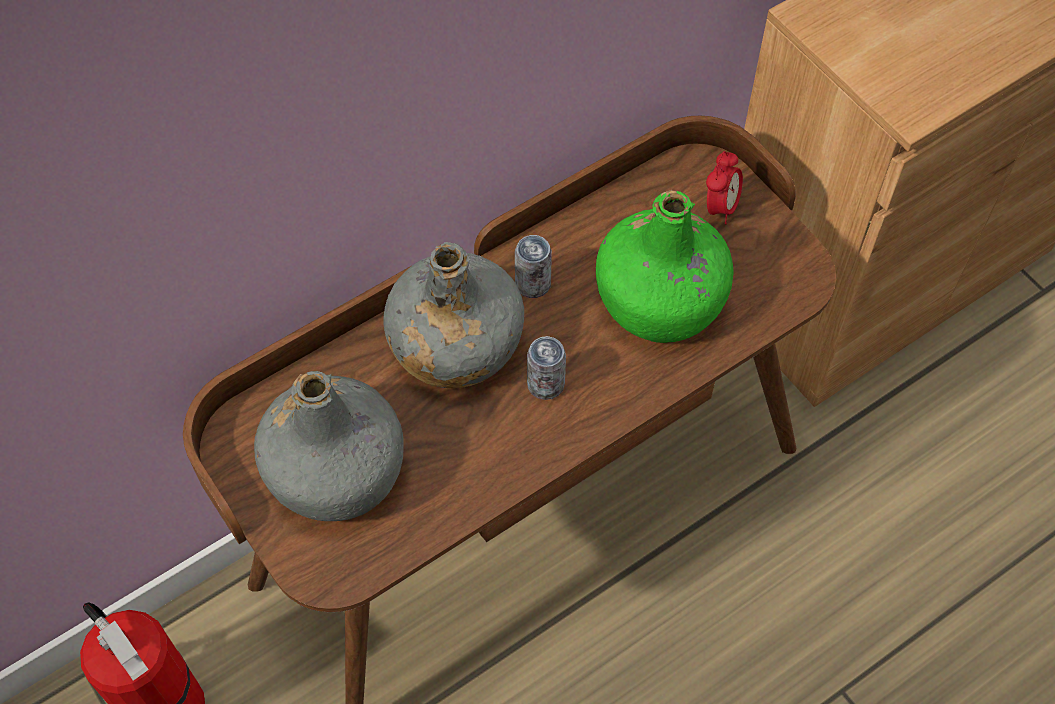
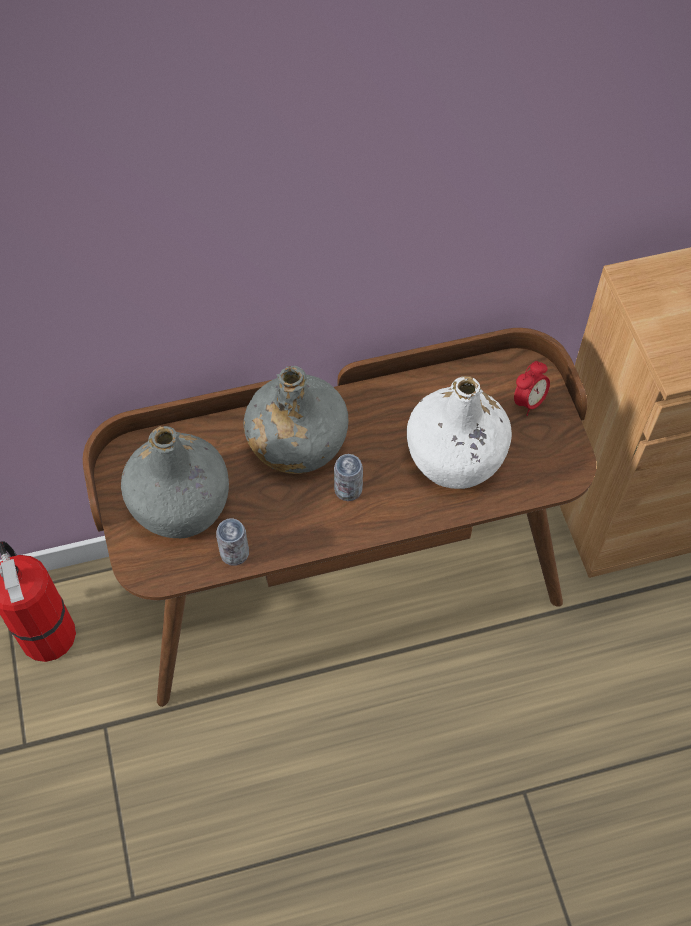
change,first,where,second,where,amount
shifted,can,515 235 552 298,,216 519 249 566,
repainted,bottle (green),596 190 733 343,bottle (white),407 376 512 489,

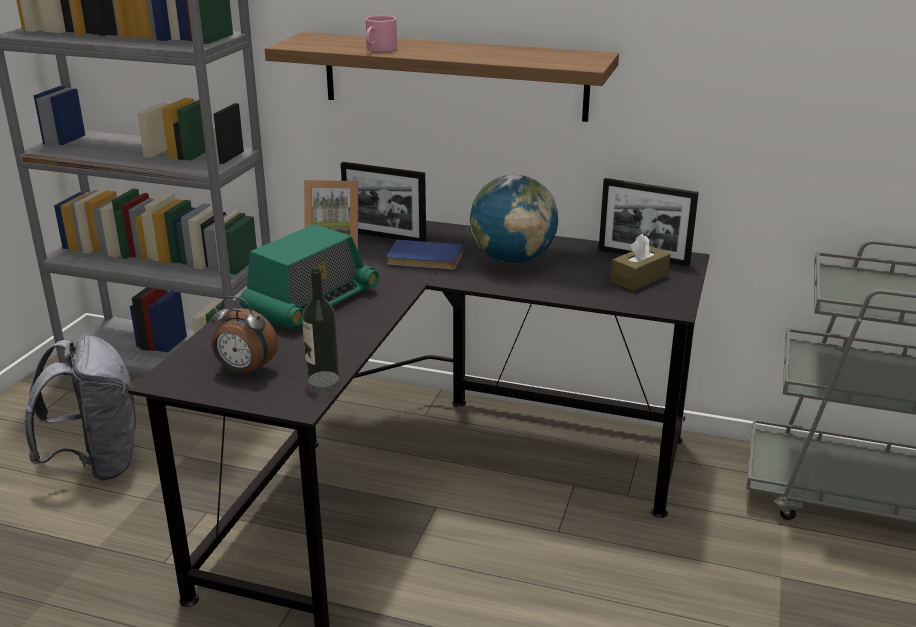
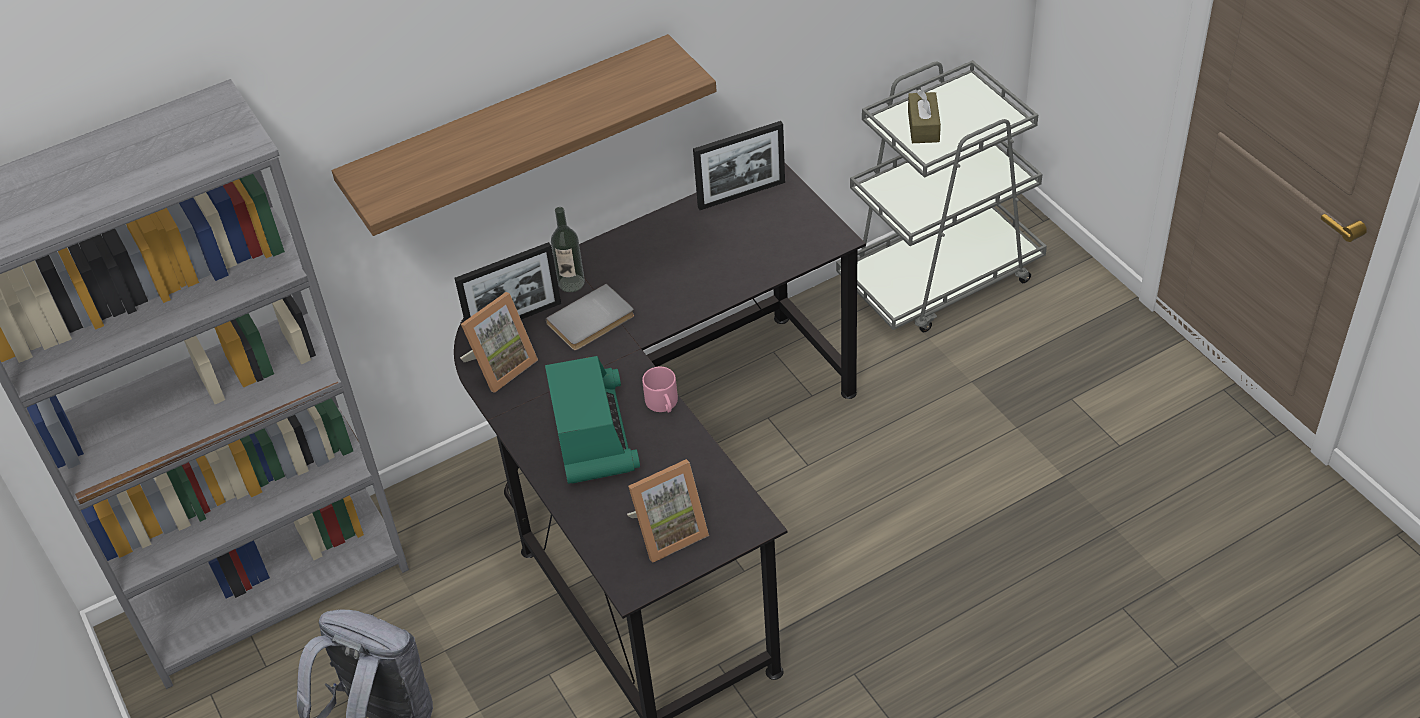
change,first,where,second,where,amount
gone,globe,470 175 558 264,,,
shifted,bottle,302 268 340 388,,551 207 585 292,
shifted,mug (pink),366 16 397 52,,642 367 678 413,
shifted,tissue box (brown),610 233 671 291,,908 90 941 143,
swapped,alarm clock,211 296 278 375,picture frame,627 459 709 563,
repainted,book (blue),386 240 464 270,book (grey),546 284 634 350,

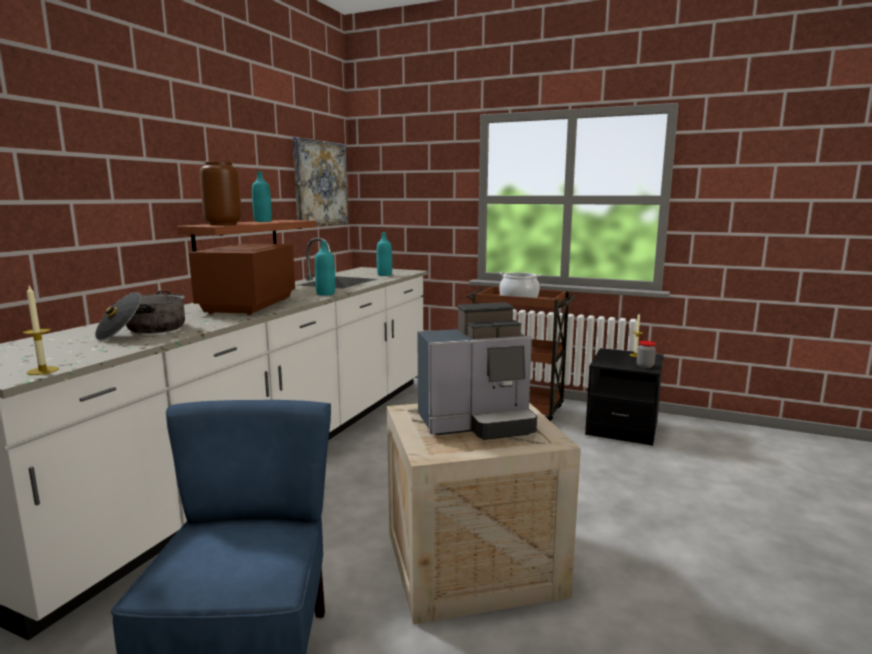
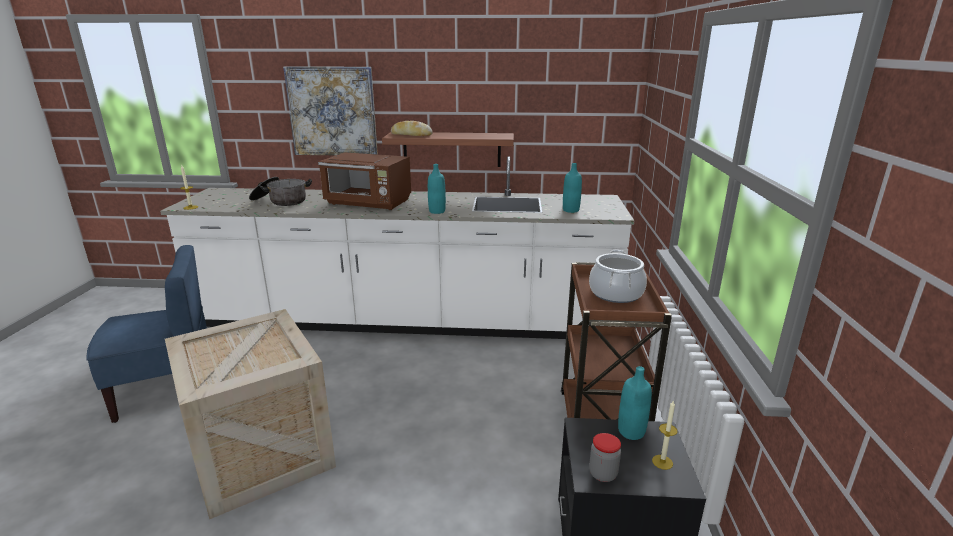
change,first,where,second,where,amount
gone,coffee machine,417 302 537 440,,,
shifted,bottle (turquoise),252 172 272 222,,618 366 652 440,
shifted,picture,293 137 349 227,,283 66 378 155,
swapped,vase (brown),200 161 242 225,bread,391 121 433 136,
rotated,microwave (brown),189 244 295 315,,318 152 411 210,150 degrees counterclockwise

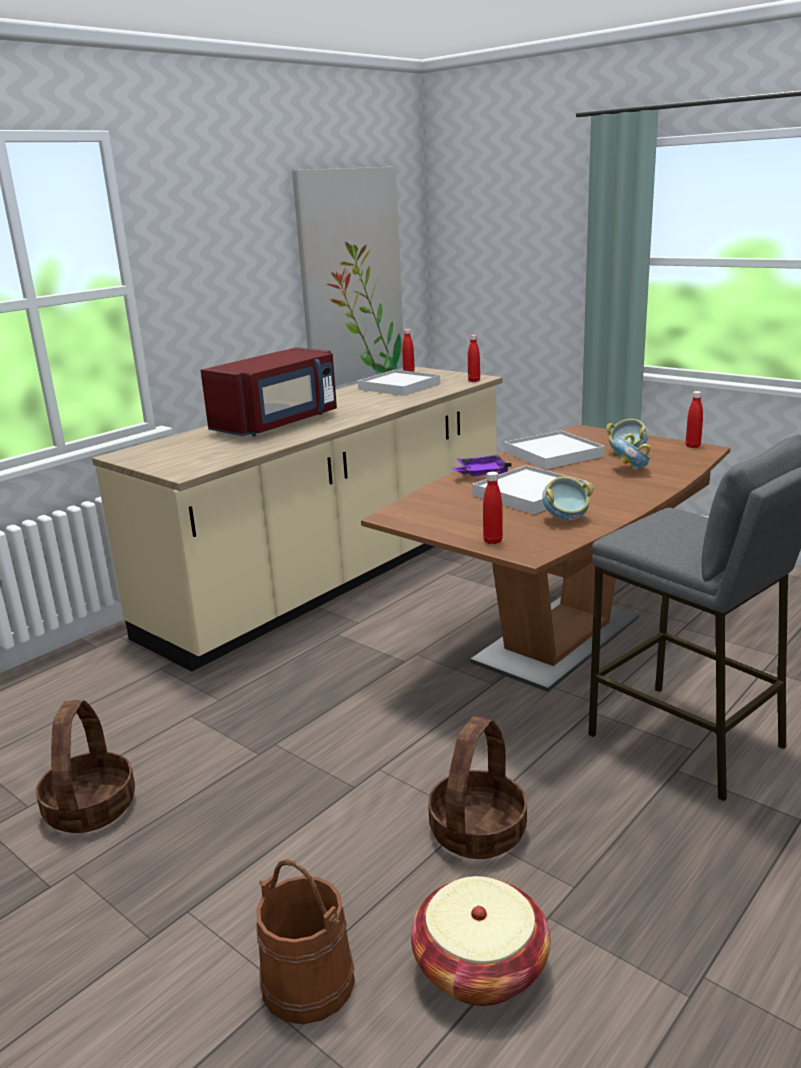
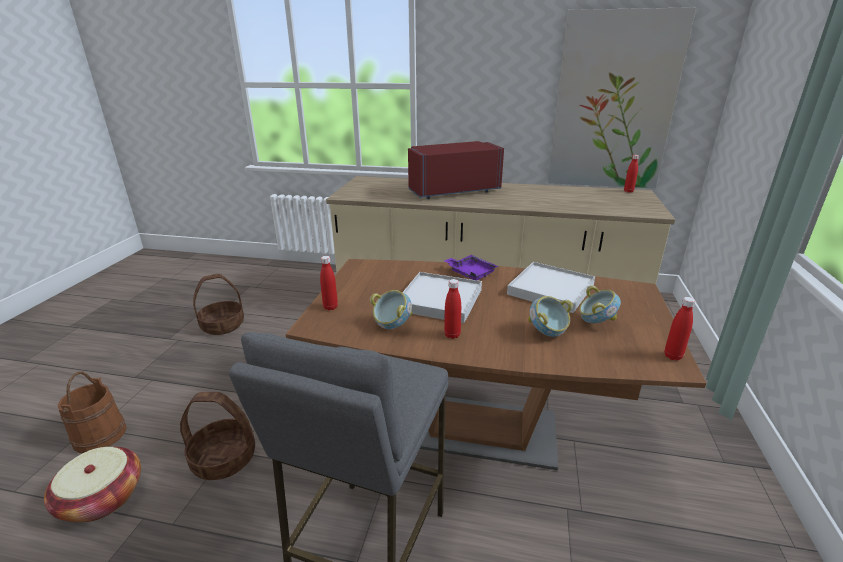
change,first,where,second,where,amount
gone,tray (white),358 370 440 396,,,
shifted,bottle (red),468 335 480 382,,444 279 461 339,
rotated,microwave (red),200 347 337 436,,408 141 504 199,150 degrees clockwise

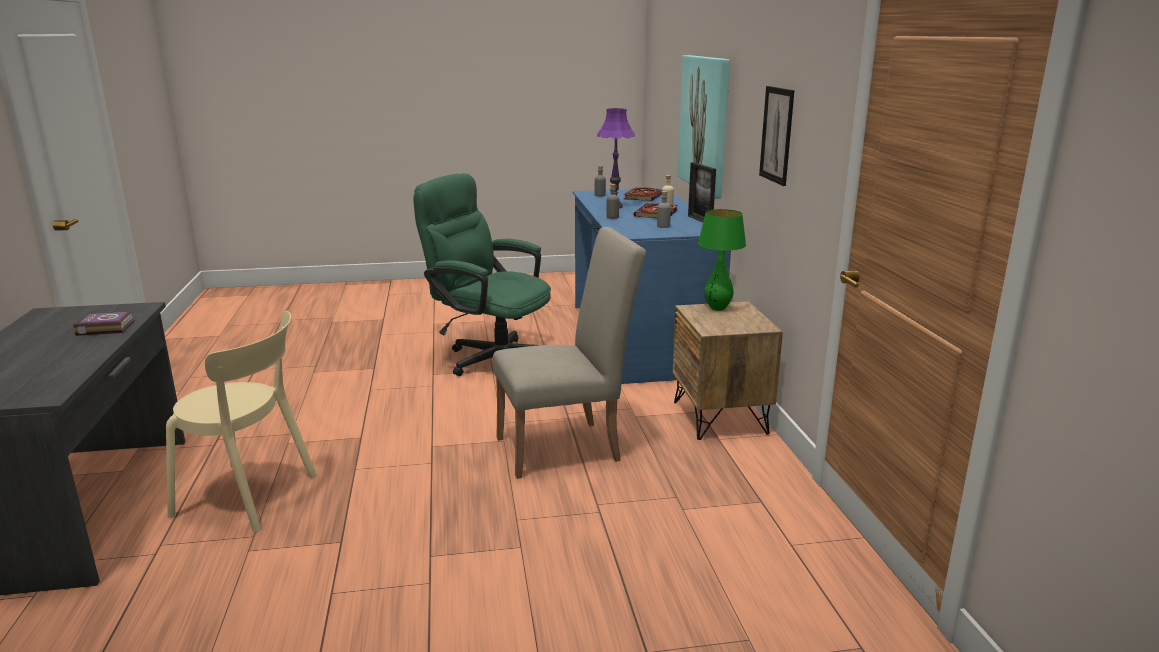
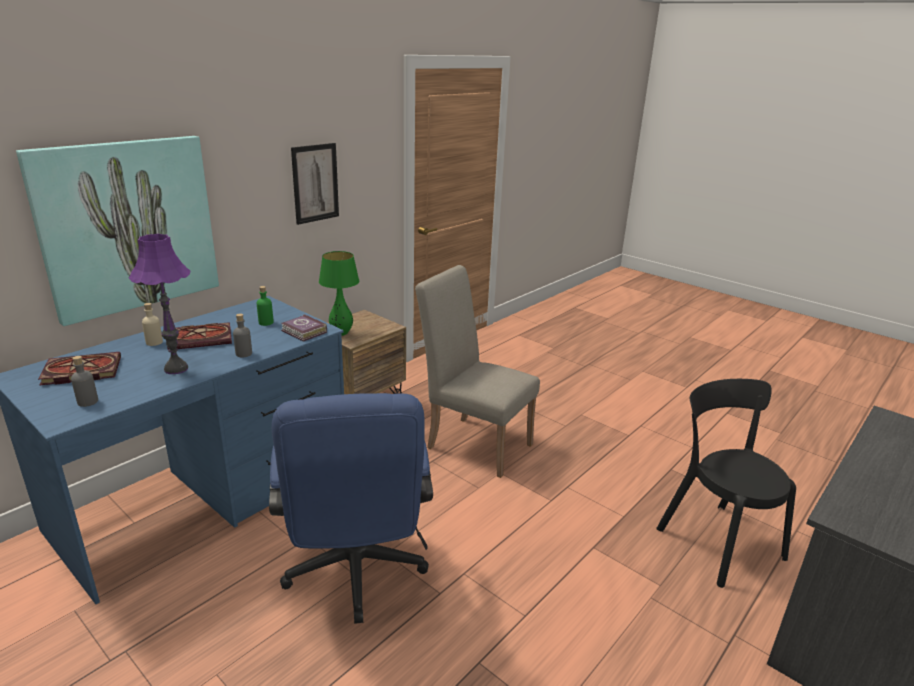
change,first,where,second,where,amount
gone,picture frame,688 162 716 223,,,
shifted,book,73 312 135 336,,281 314 327 342,
repainted,chair (beige),166 311 317 532,chair (black),656 379 796 588,
repainted,office chair (green),413 173 551 376,office chair (blue),269 393 433 624,
repainted,bottle (grey),657 191 671 228,bottle (green),257 286 274 326,

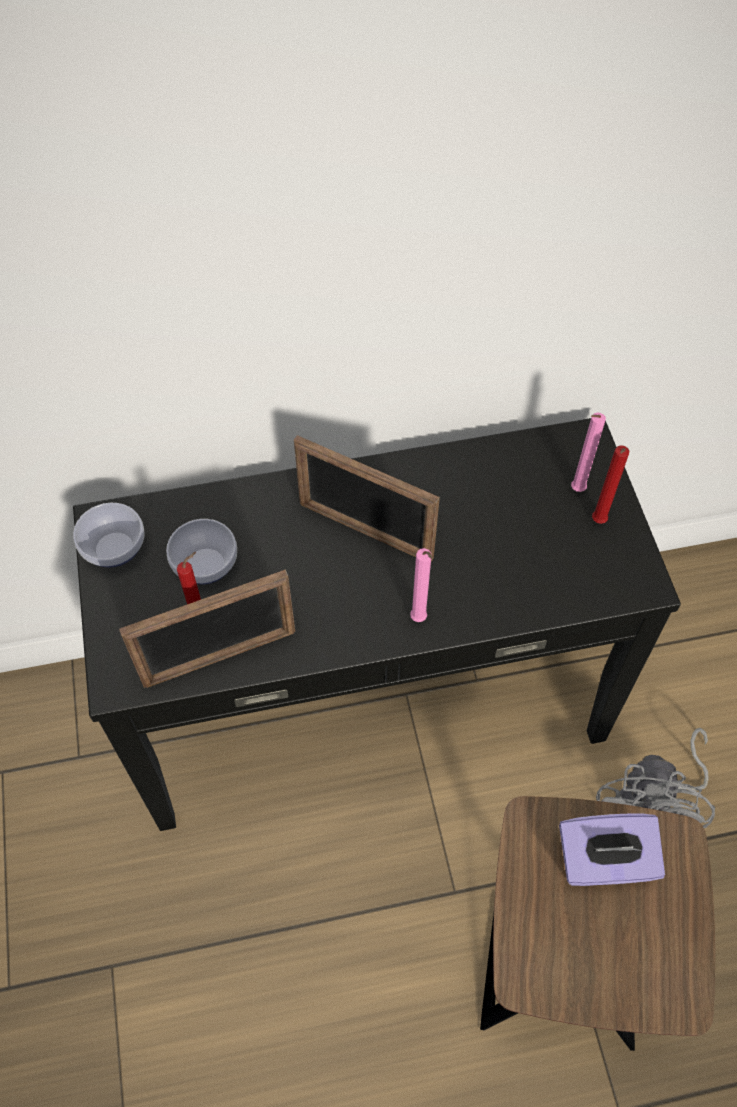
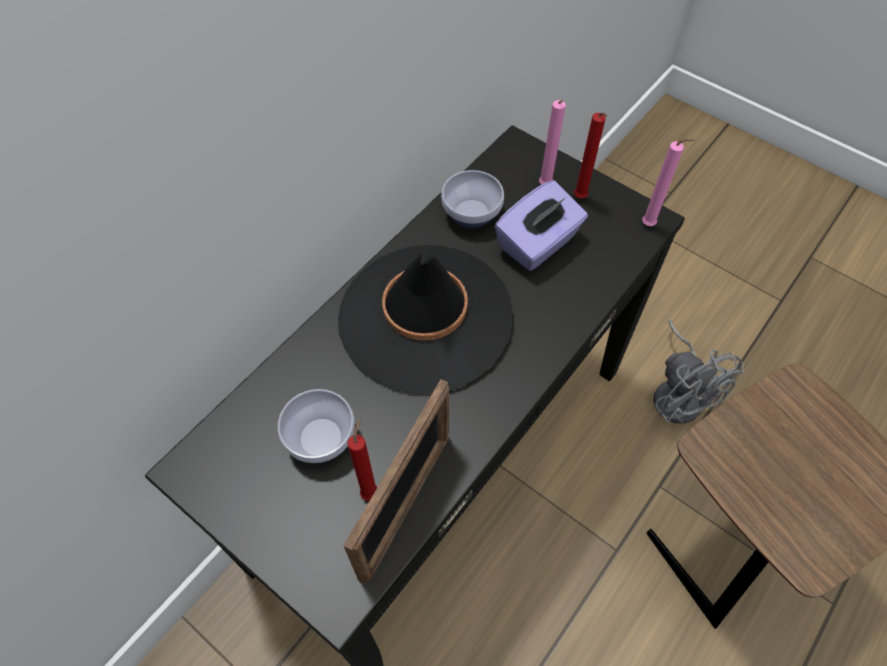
change,first,where,second,where,amount
shifted,bowl,73 503 145 568,,441 170 504 228,
shifted,candle (pink),410 548 433 622,,642 139 695 226,
shifted,tissue box (purple),559 813 665 886,,495 180 588 271,
swapped,picture frame,294 435 440 562,hat (black),338 245 512 394,

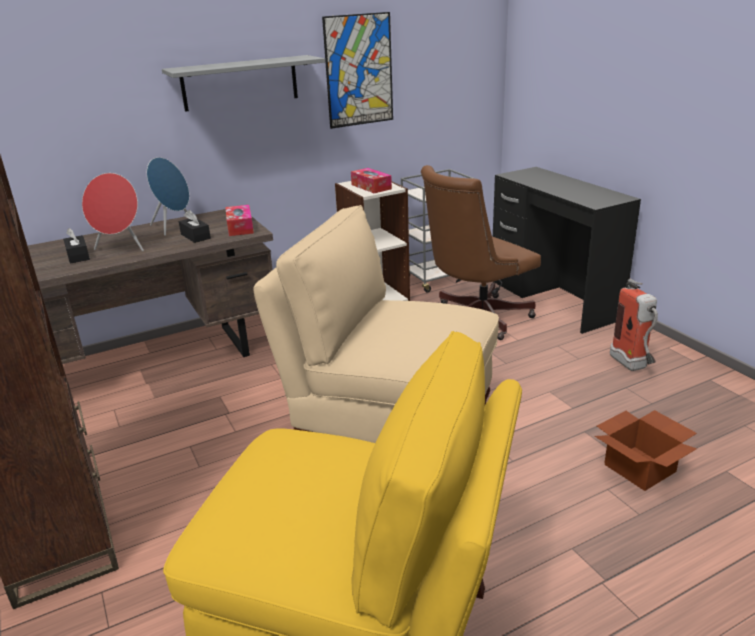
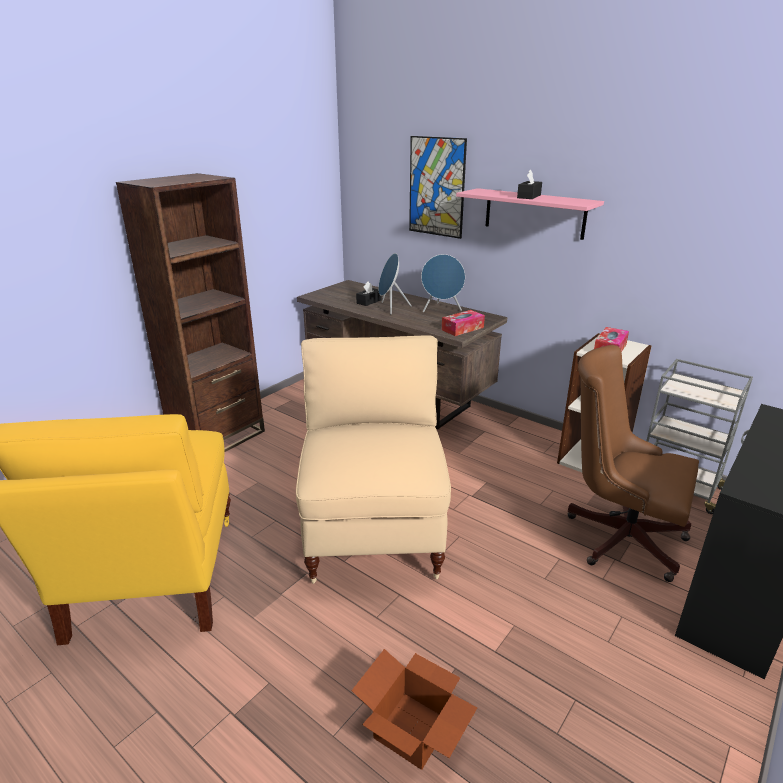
change,first,where,second,where,amount
gone,fire extinguisher,610 279 658 371,,,
shifted,tissue box (black),179 210 211 243,,517 170 542 199,
shifted,picture,322 12 393 129,,409 136 467 239,
repainted,speaker (red),82 173 144 251,speaker (blue),378 253 412 314,
repainted,shelf (grey),162 55 325 112,shelf (pink),456 188 604 240,

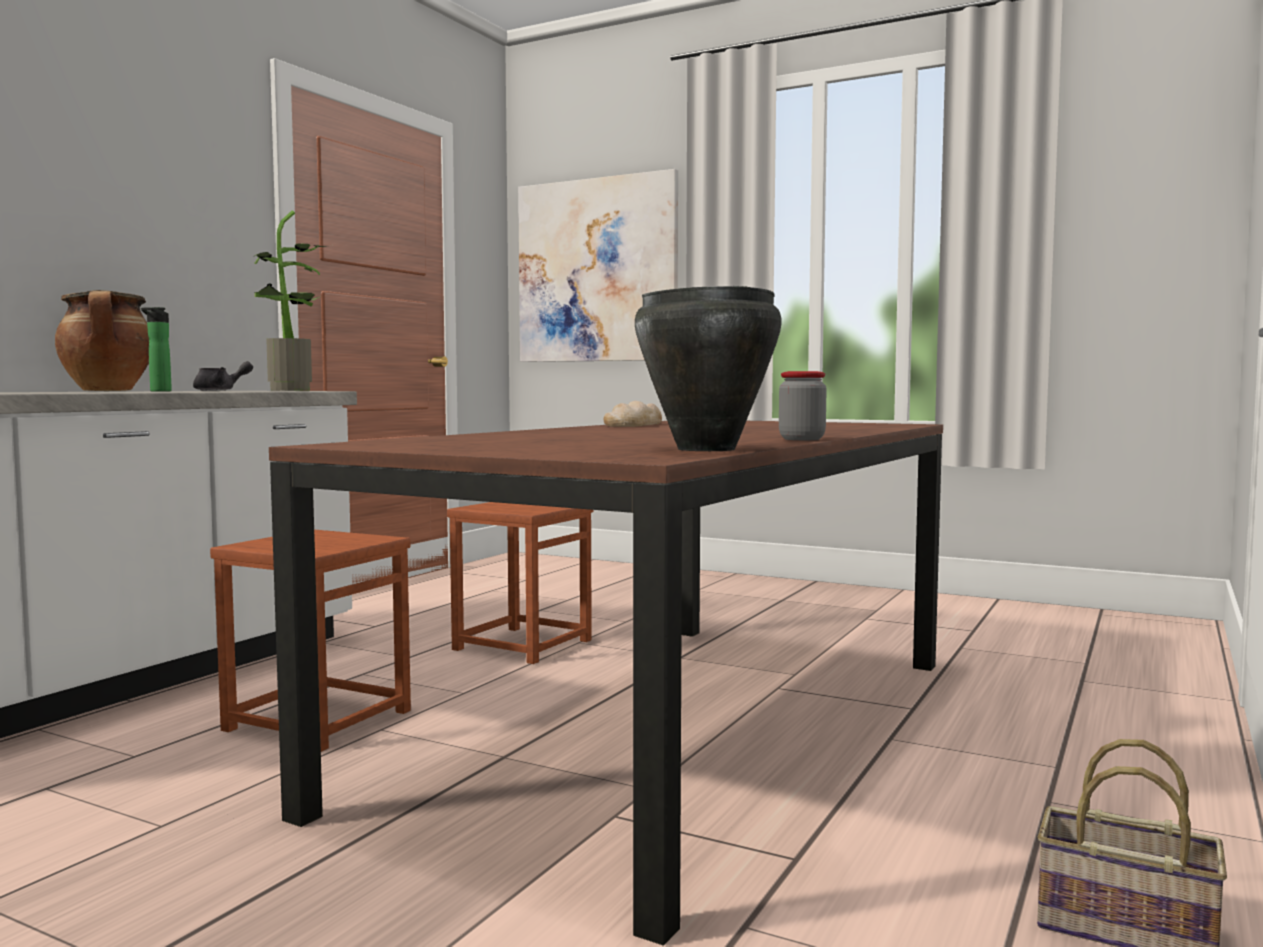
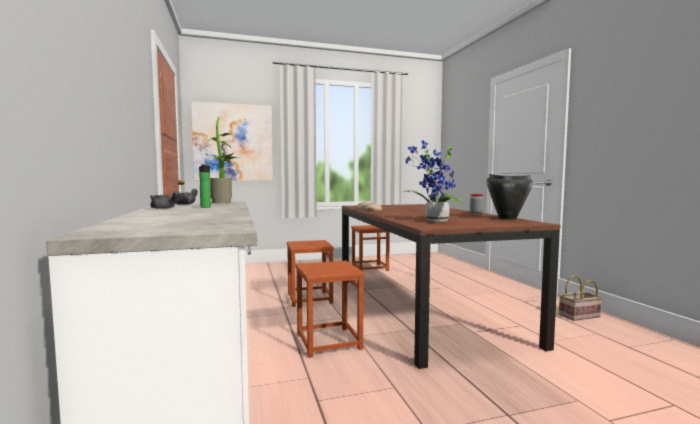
change,first,where,second,where,amount
new,,,stool (brown),351 225 390 271,
new,,,potted plant,403 140 463 222,
swapped,cooking pot,55 290 149 391,teapot (grey),150 191 180 209,

